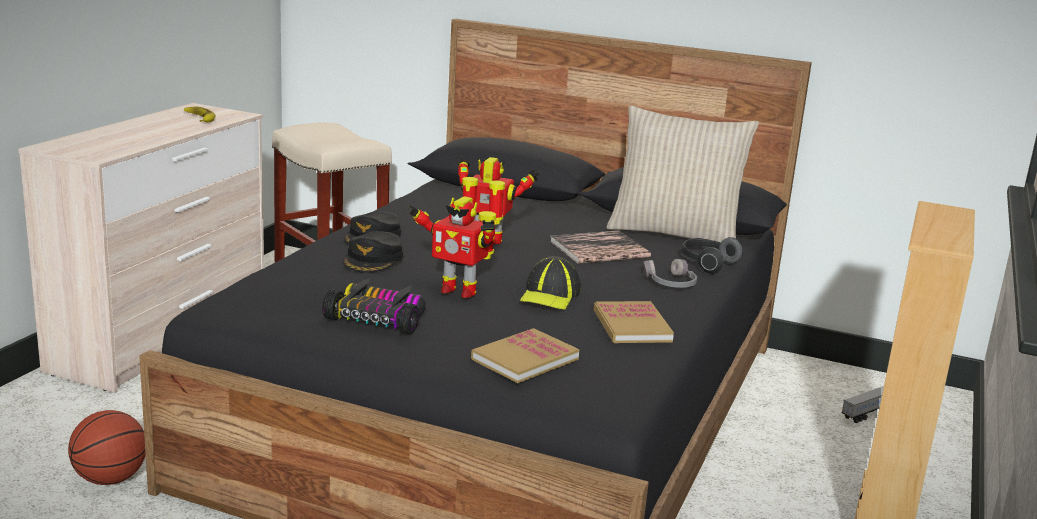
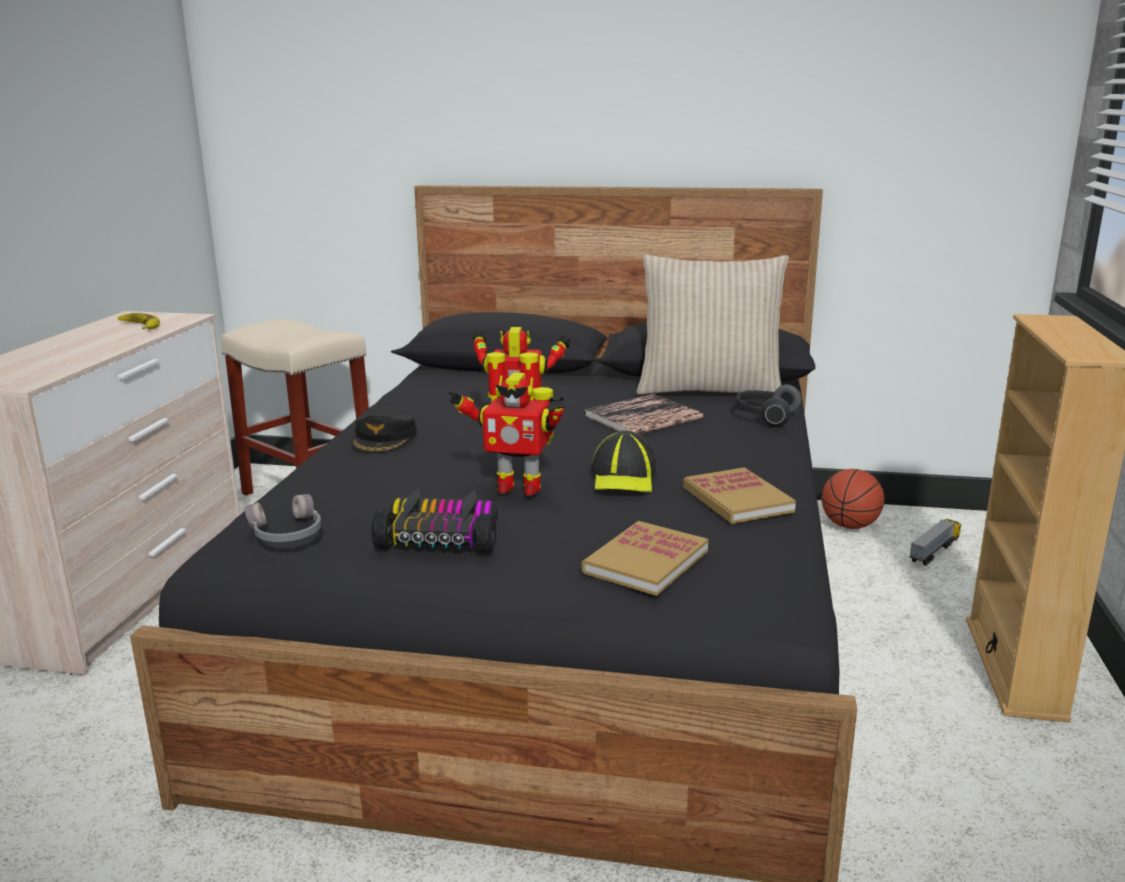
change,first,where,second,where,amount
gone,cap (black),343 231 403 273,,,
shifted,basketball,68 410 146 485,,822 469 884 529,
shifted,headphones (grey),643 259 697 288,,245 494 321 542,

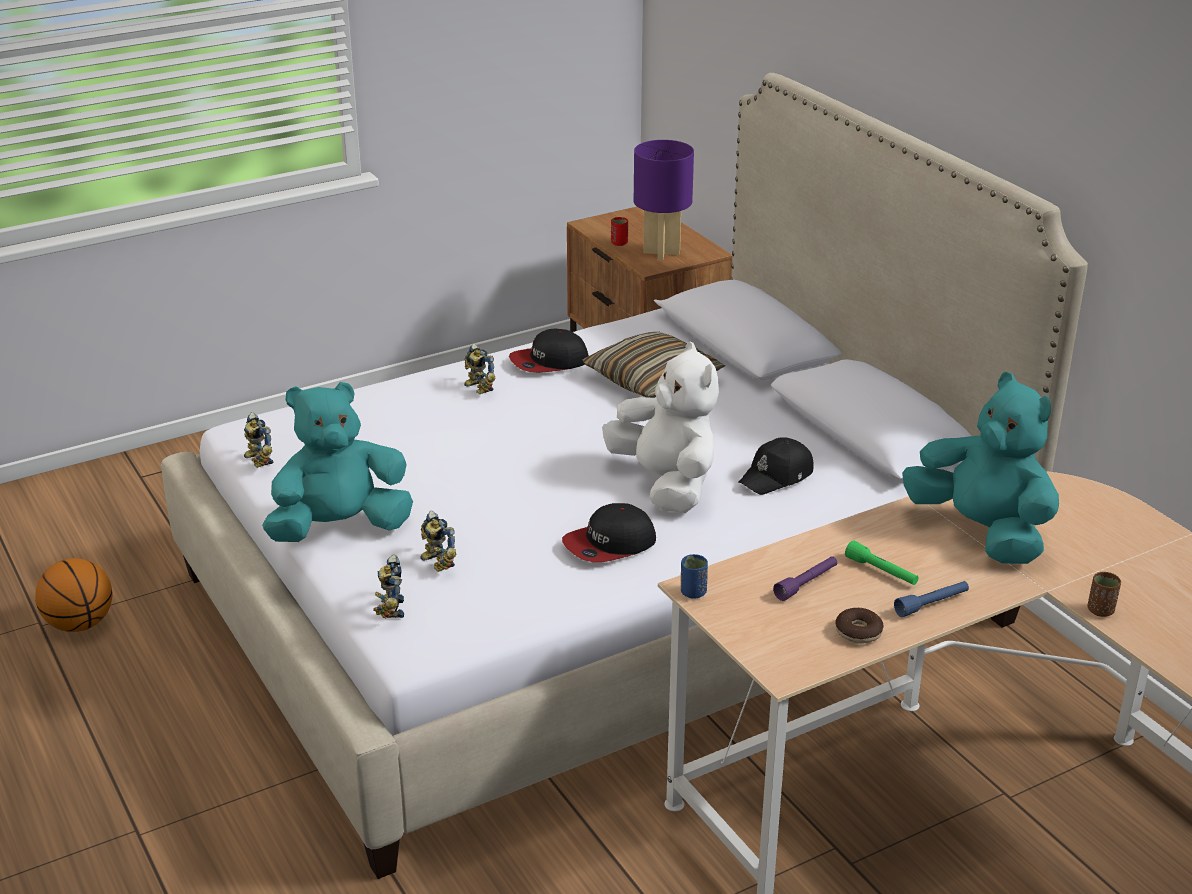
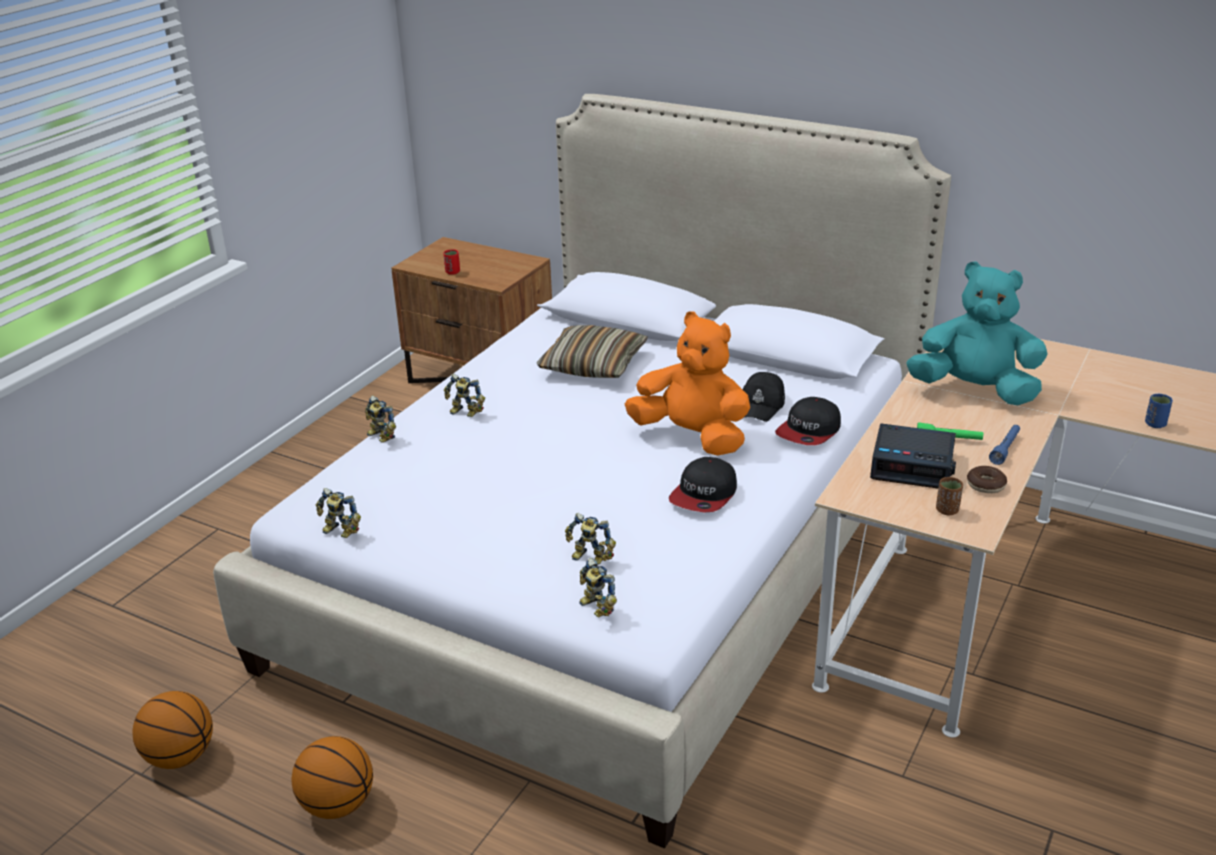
change,first,where,second,where,amount
gone,plush toy (turquoise),262 382 413 542,,,
gone,table lamp (purple),634 140 694 261,,,
new,,,basketball,291 736 373 819,
new,,,toy robot,365 395 396 443,
shifted,cap,509 329 589 373,,775 397 841 445,
shifted,cup (blue),681 554 708 599,,1145 394 1173 428,
shifted,cup (brown),1087 572 1121 617,,936 477 963 515,
swapped,flashlight (purple),773 556 837 601,alarm clock,870 423 956 488,
repainted,plush toy (white),602 341 719 513,plush toy (orange),625 311 750 456,

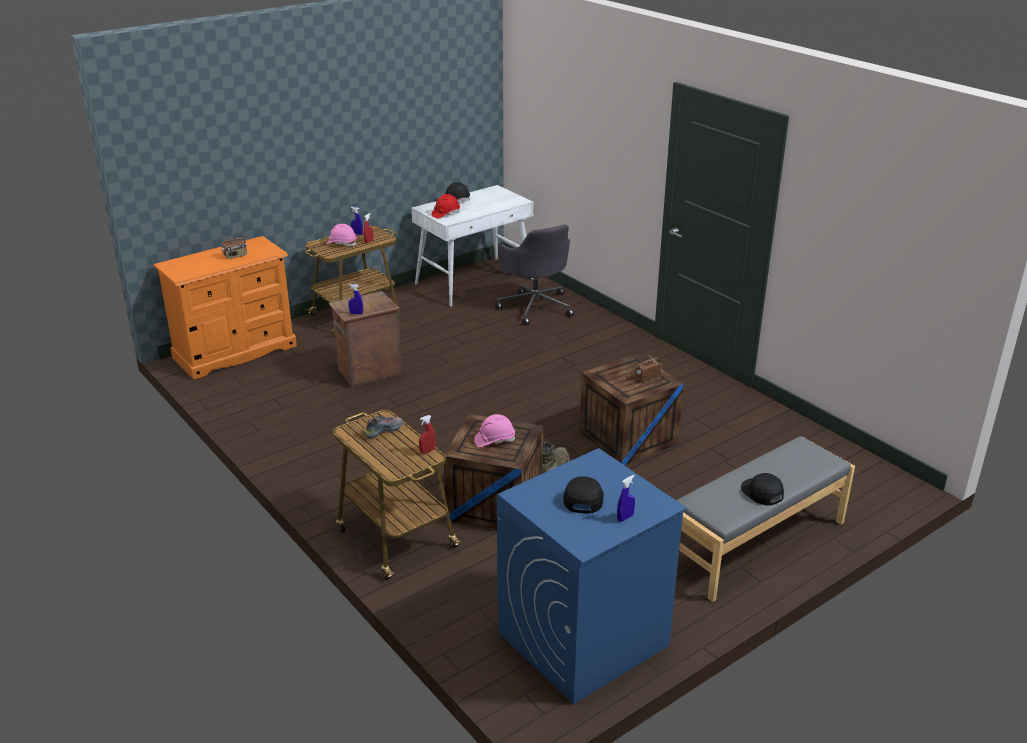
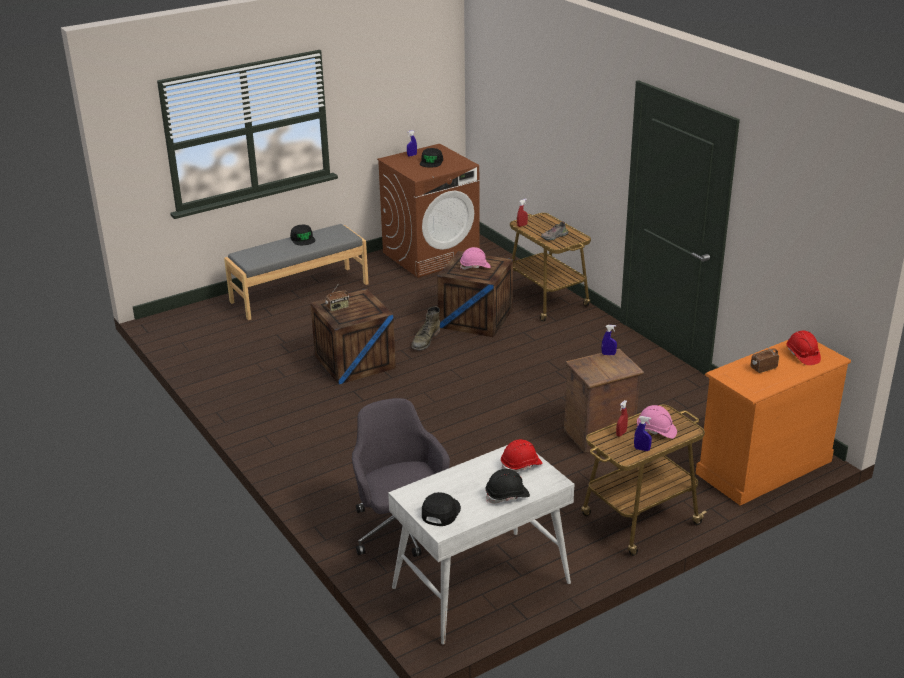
change,first,where,second,where,amount
new,,,cap (black),422 492 461 526,
new,,,hard hat (red),786 330 821 365,
repainted,washing machine (blue),497 448 687 704,washing machine (brown),377 144 480 278,

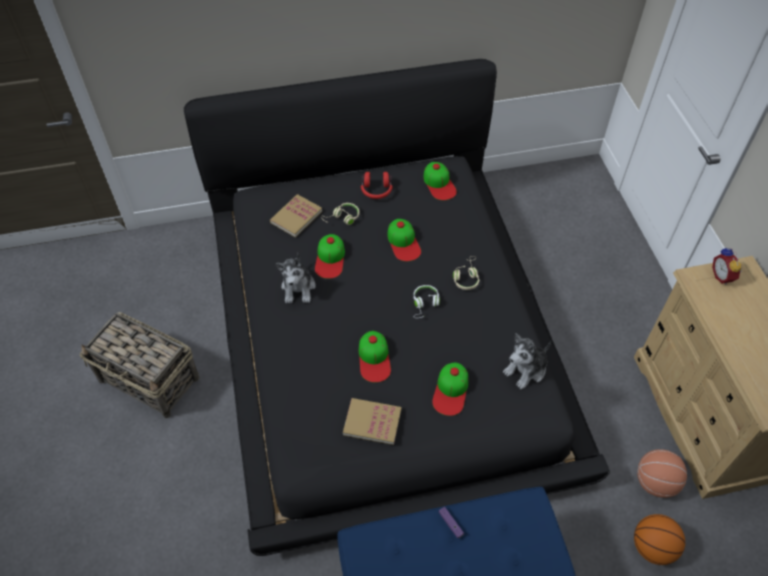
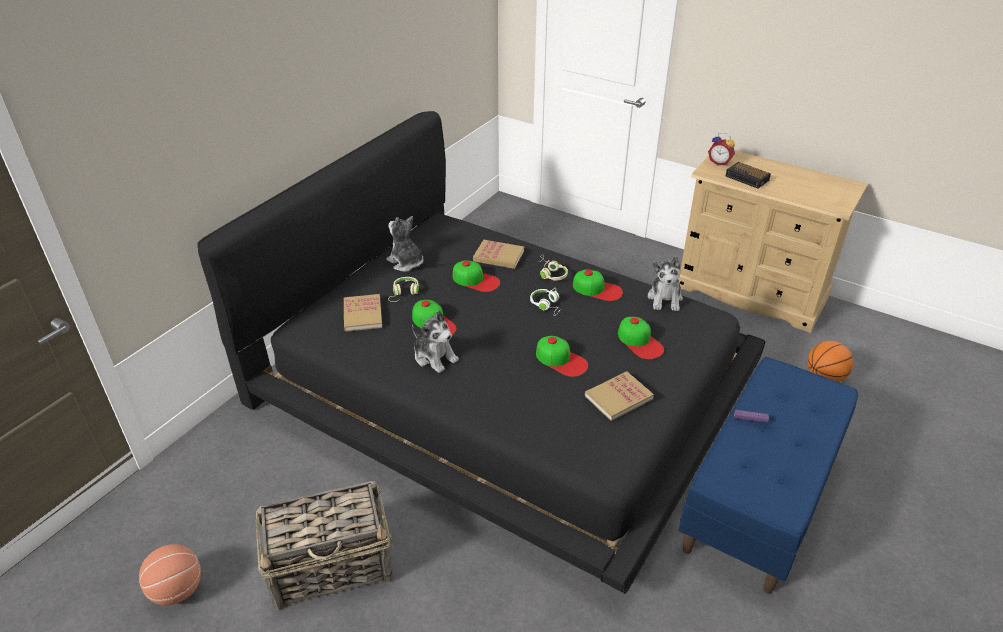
change,first,where,second,where,amount
new,,,book,473 240 524 269,
new,,,alarm clock,726 162 771 189,
shifted,cap,423 162 457 200,,573 269 623 301,
shifted,basketball,637 449 687 498,,139 544 201 605,
swapped,headphones (red),361 172 393 199,plush toy,386 216 424 272,

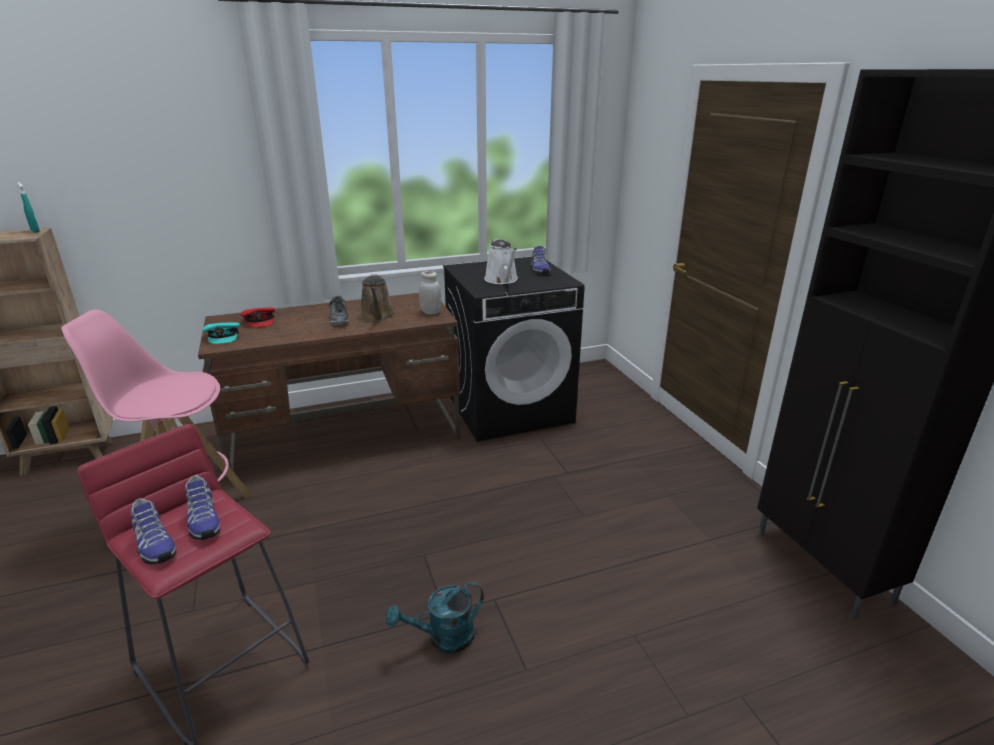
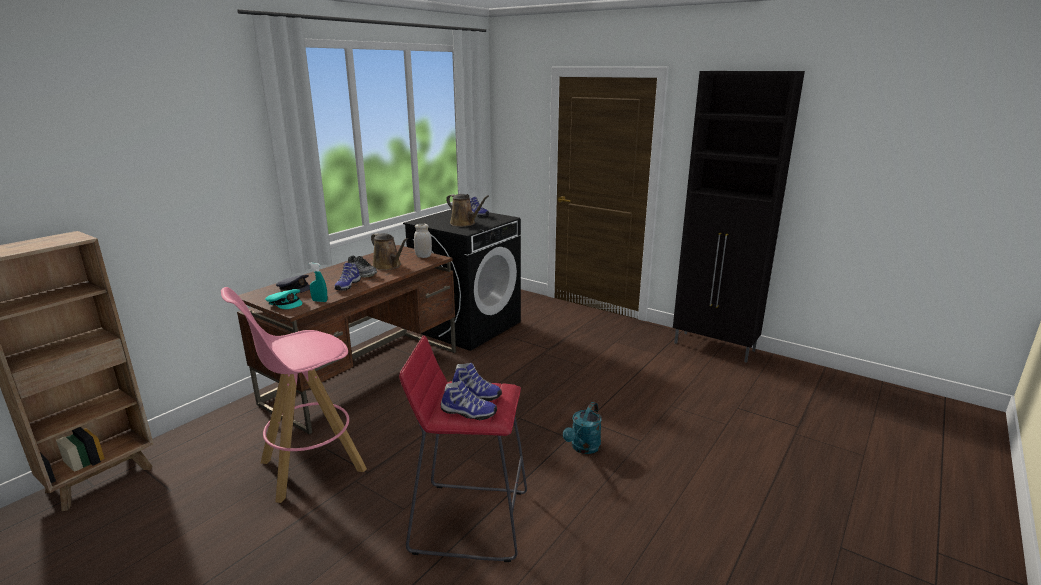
change,first,where,second,where,amount
new,,,shoe,334 262 361 291,
shifted,spray bottle (turquoise),17 182 40 233,,308 263 328 302,
repainted,cap (red),241 307 275 327,cap (grey),276 275 310 293,
repainted,watering can (white),484 239 518 284,watering can (brown),446 194 489 227,

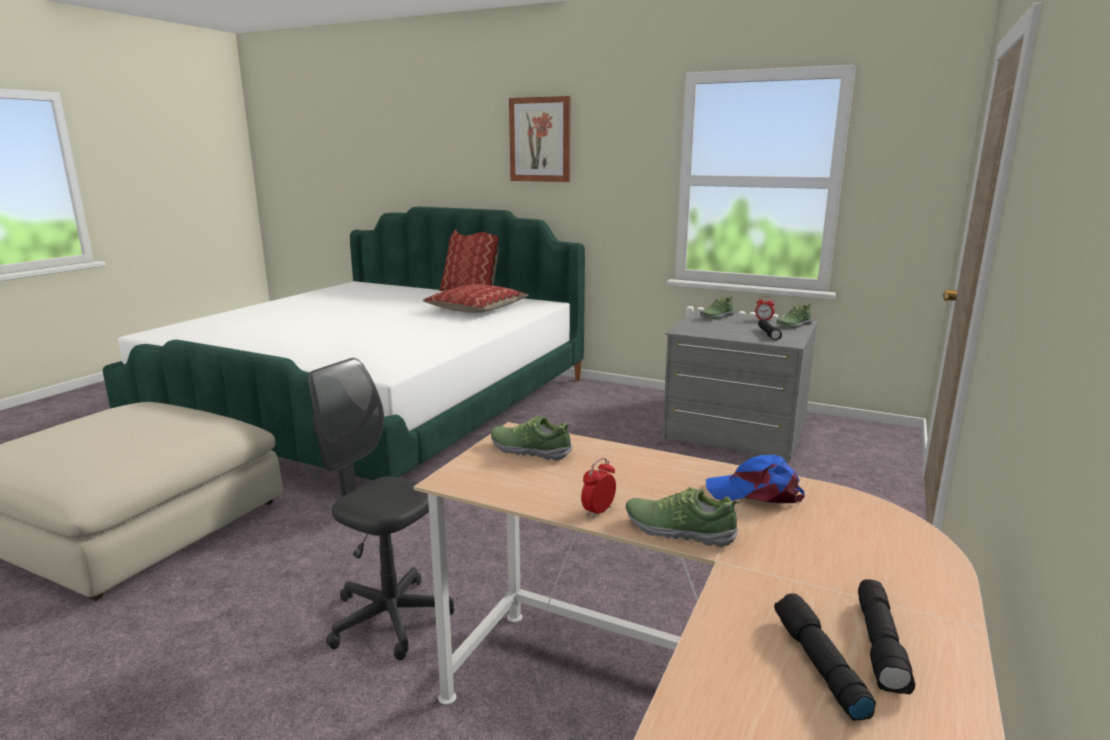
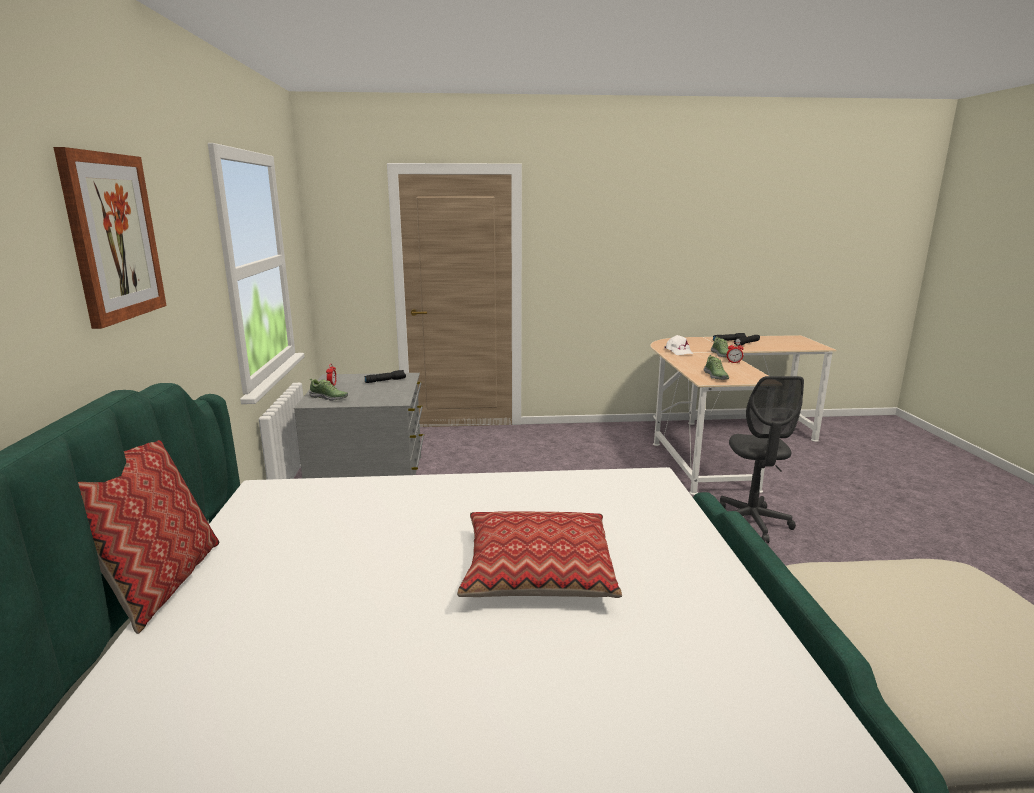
change,first,where,second,where,amount
gone,shoe,776 304 813 329,,,
shifted,pillow,423 284 528 313,,457 511 622 598,
repainted,cap (blue),706 455 805 503,cap (white),664 335 693 355,

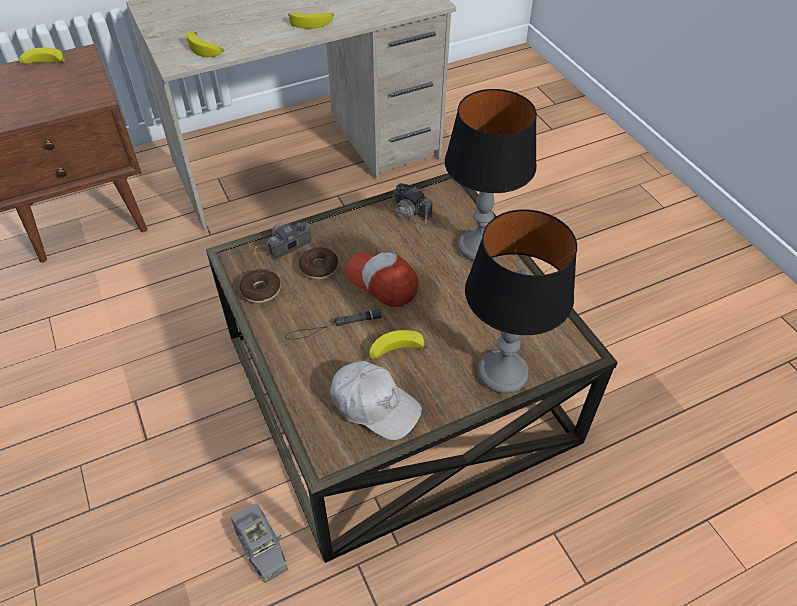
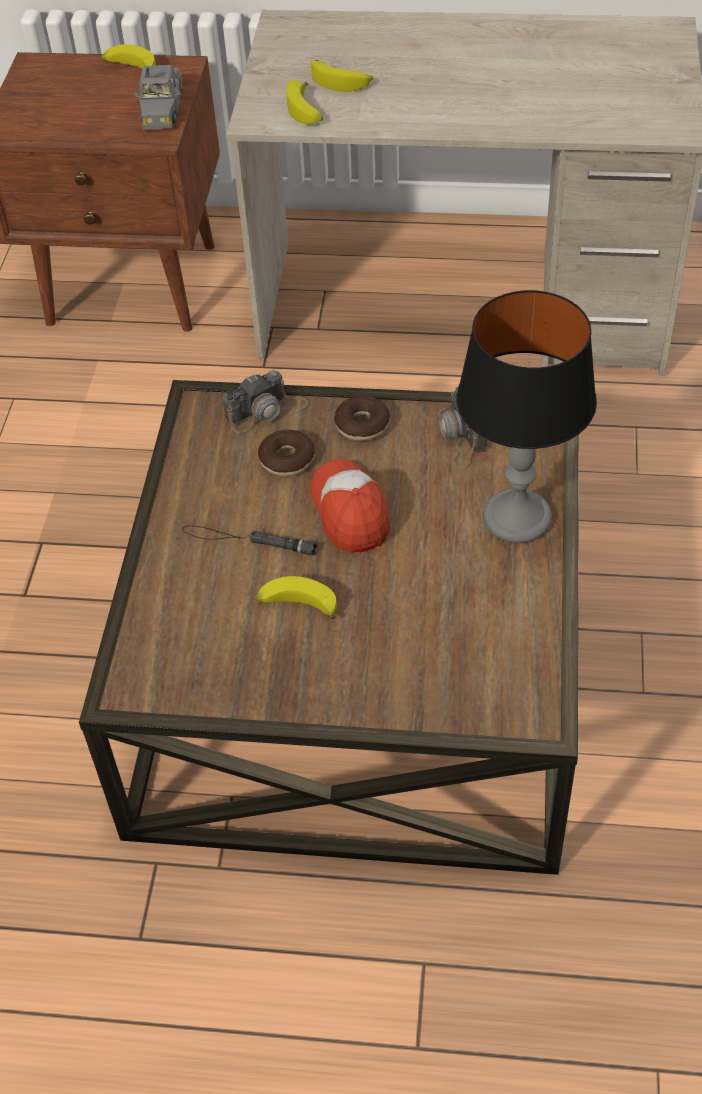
change,first,where,second,where,amount
gone,cap (white),330 361 422 440,,,
gone,table lamp,465 209 577 394,,,
shifted,toy car (grey),230 503 288 583,,134 65 182 130,
shifted,donut,240 269 281 304,,334 396 390 441,
shifted,banana,288 13 334 29,,311 60 373 92,
rotated,photo camera,253 222 312 259,,222 370 309 433,150 degrees clockwise

